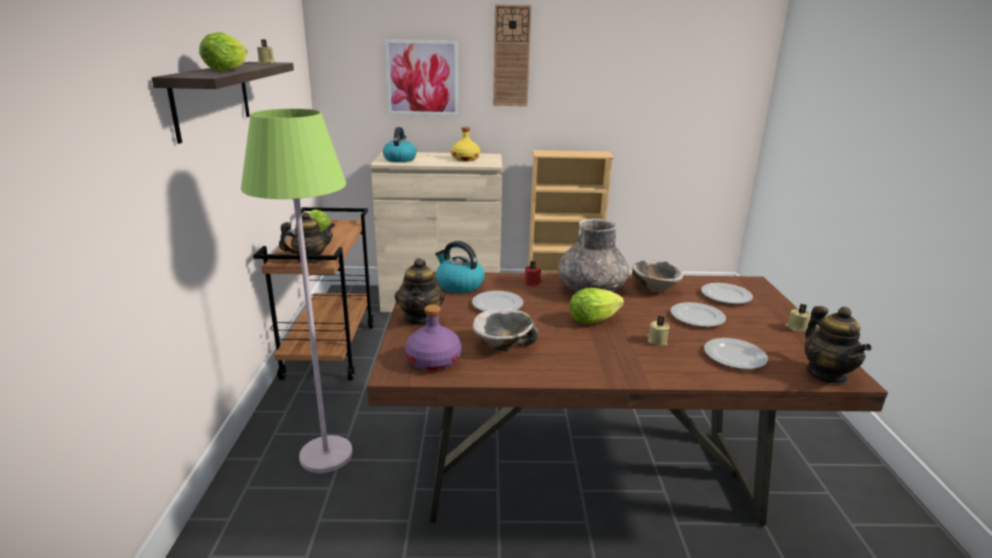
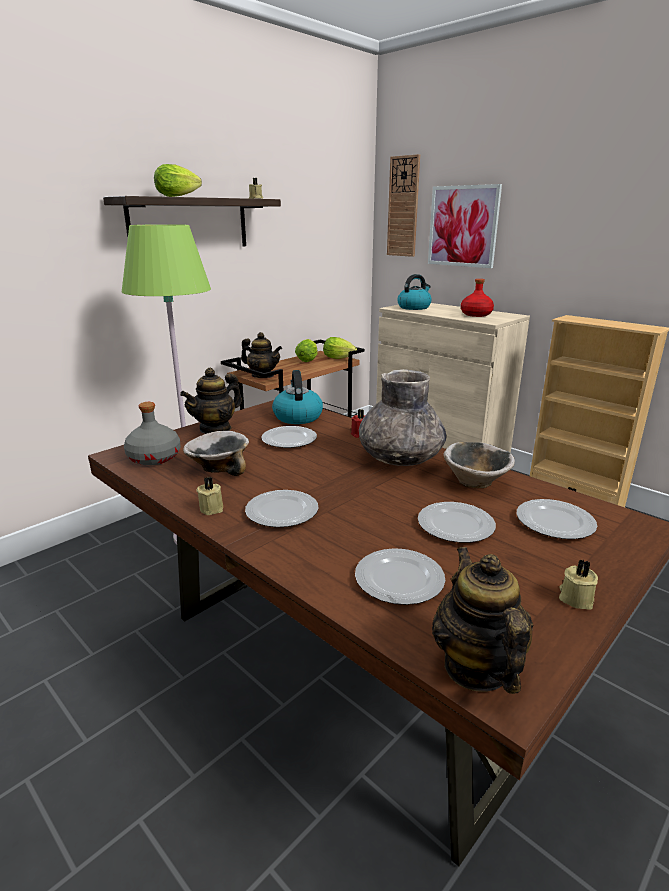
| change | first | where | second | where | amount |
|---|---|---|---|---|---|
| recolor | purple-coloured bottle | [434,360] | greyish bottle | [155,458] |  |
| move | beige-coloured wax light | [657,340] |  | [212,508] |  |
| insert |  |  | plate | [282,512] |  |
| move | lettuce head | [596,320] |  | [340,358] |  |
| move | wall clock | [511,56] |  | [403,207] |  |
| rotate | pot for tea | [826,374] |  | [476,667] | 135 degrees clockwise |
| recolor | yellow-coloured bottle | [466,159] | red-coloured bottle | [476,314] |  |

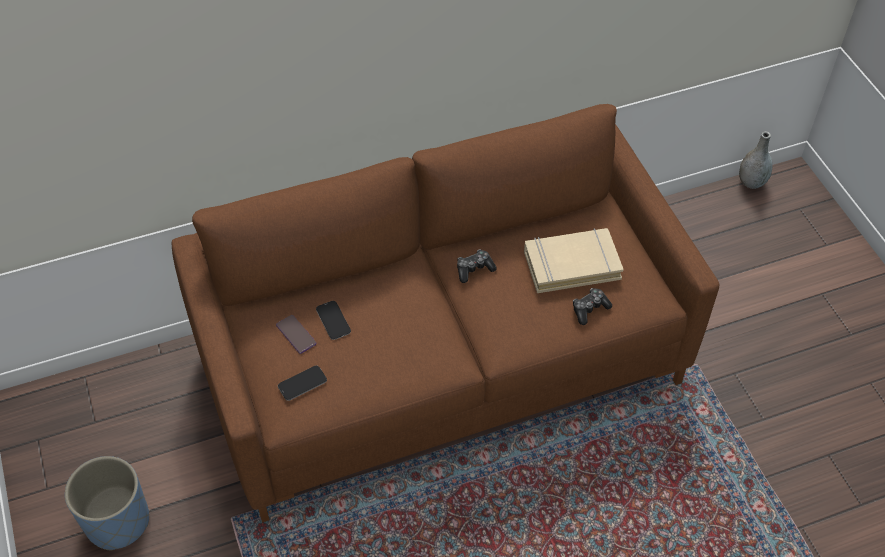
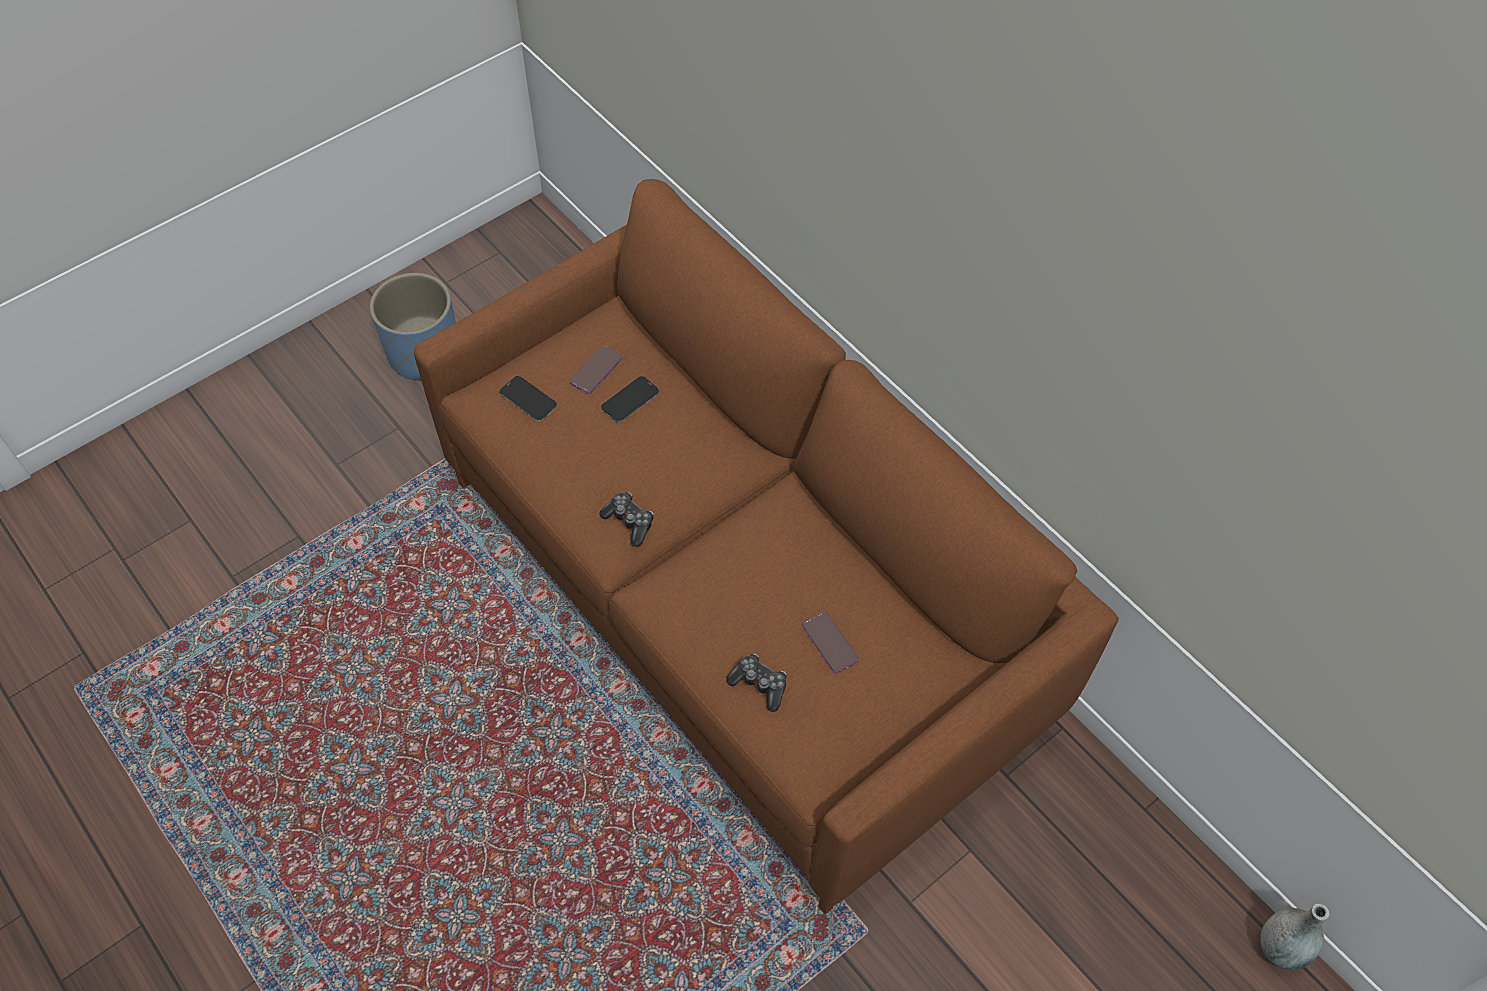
| change | first | where | second | where | amount |
|---|---|---|---|---|---|
| move | joypad | [474,269] |  | [629,522] |  |
| replace | beige-coloured book | [571,264] | phone | [830,642] |  |

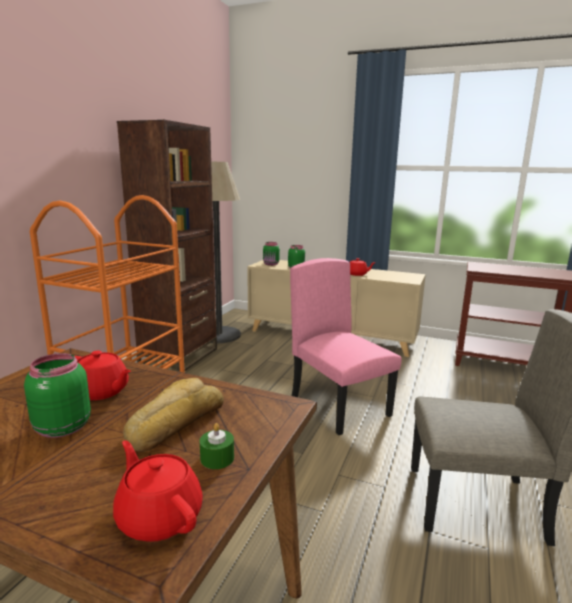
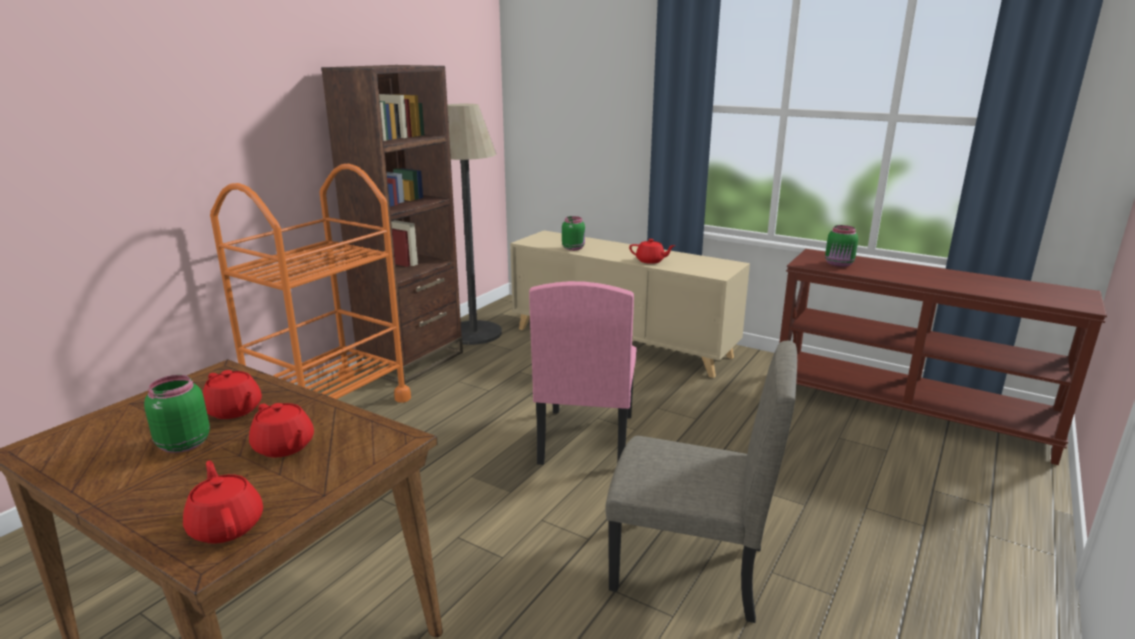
| change | first | where | second | where | amount |
|---|---|---|---|---|---|
| replace | bakery bread | [174,423] | red-coloured pot for tea | [284,447] |  |
| rotate | pink-coloured upright chair | [340,406] |  | [585,439] | 150 degrees counterclockwise |
| move | greenish preserve jar | [271,264] |  | [839,264] |  |
| delete | greenish wax light | [217,458] |  |  |  |

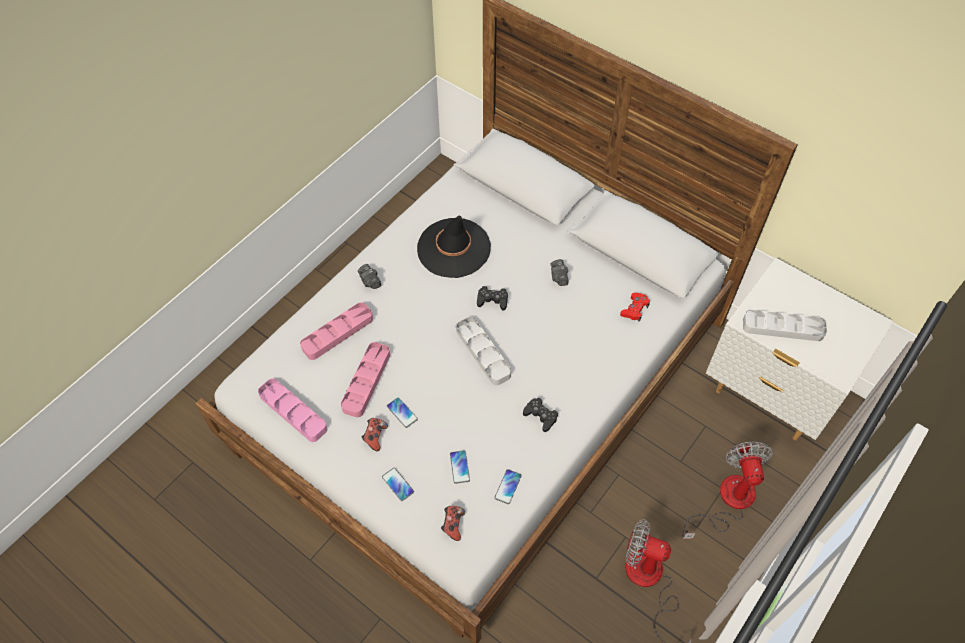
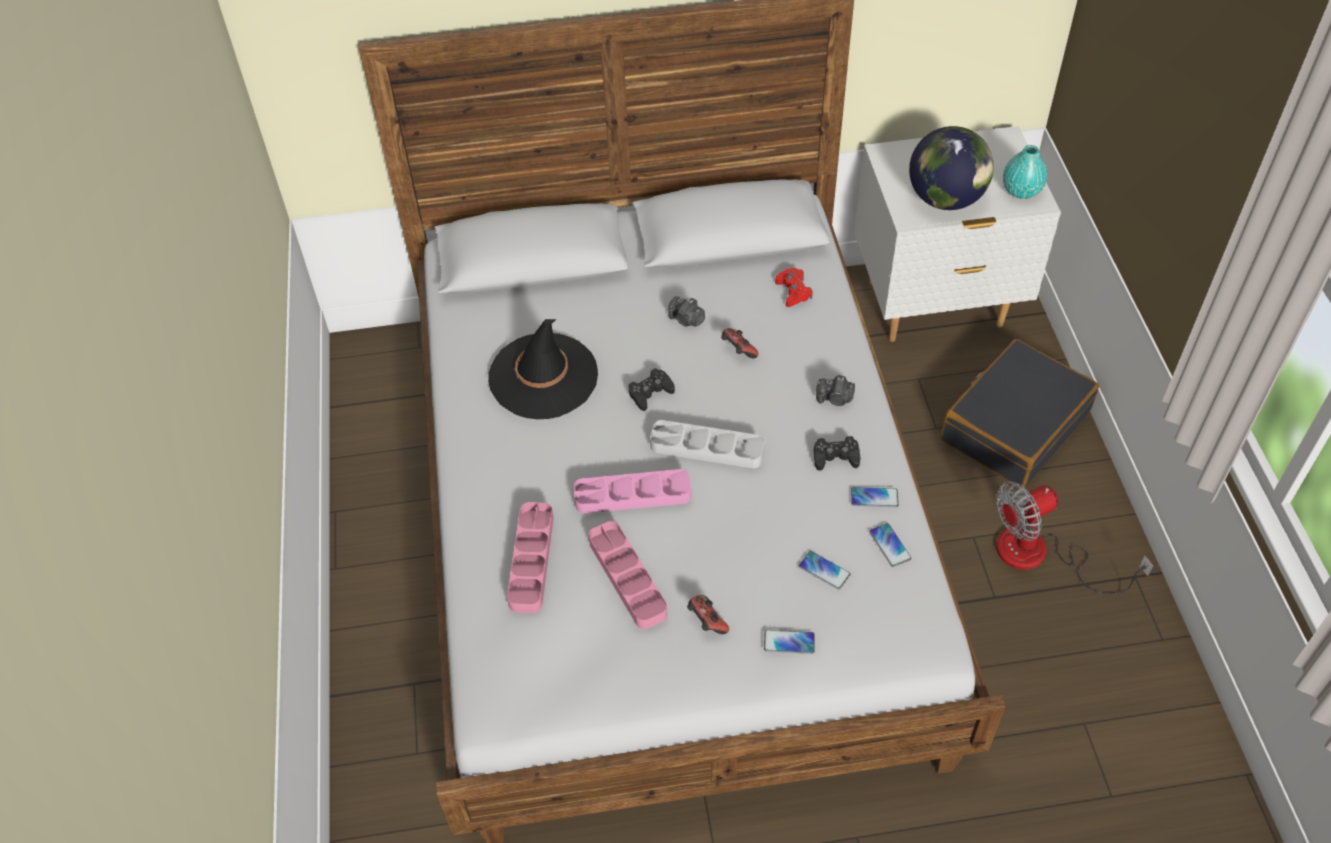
| change | first | where | second | where | amount |
|---|---|---|---|---|---|
| move | pink-coloured carrying tray | [293,412] |  | [633,495] |  |
| move | joypad | [453,525] |  | [738,351] |  |
| move | photo camera | [370,281] |  | [835,399] |  |
| move | phone | [402,413] |  | [874,498] |  |
| replace | greyish carrying tray | [783,328] | globe | [946,199] |  |
| replace | fan | [728,501] | blackish piece of luggage | [1014,426] |  |
| insert |  |  | turquoise-coloured vase | [1021,191] |  |

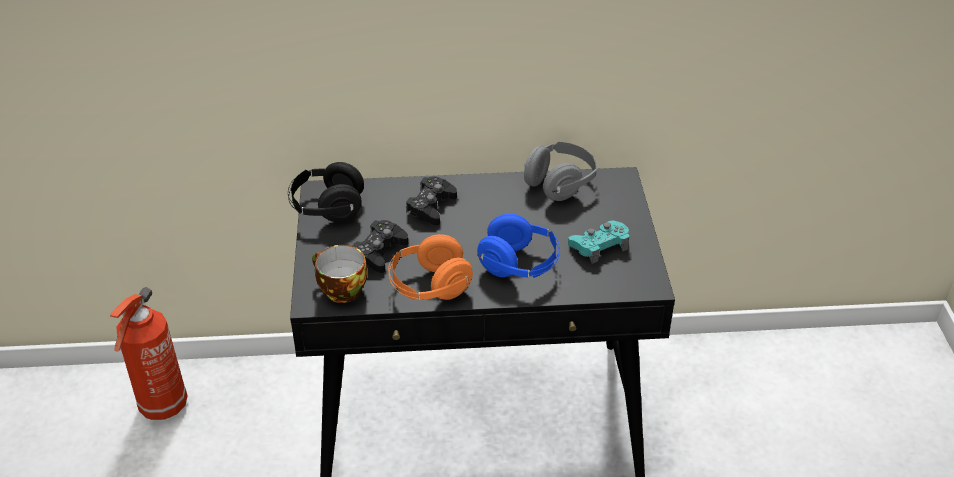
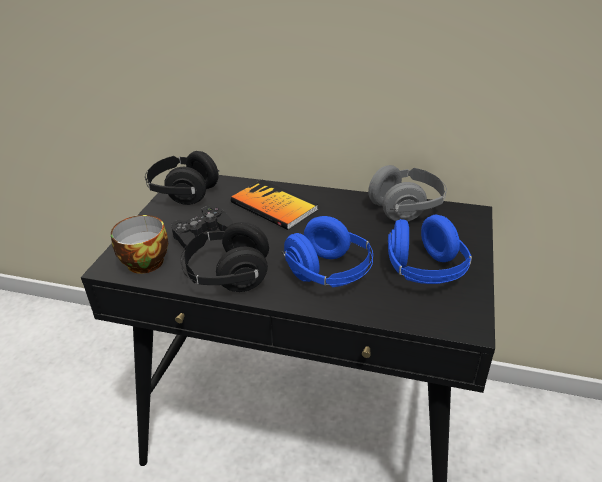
| change | first | where | second | where | amount |
|---|---|---|---|---|---|
| recolor | orange headset | [429,287] | blackish headset | [227,276] |  |
| replace | blackish joypad | [431,206] | book | [274,206] |  |
| replace | turquoise-coloured joypad | [599,246] | blue headset | [424,271] |  |
| delete | fire-fighting cylinder | [162,407] |  |  |  |

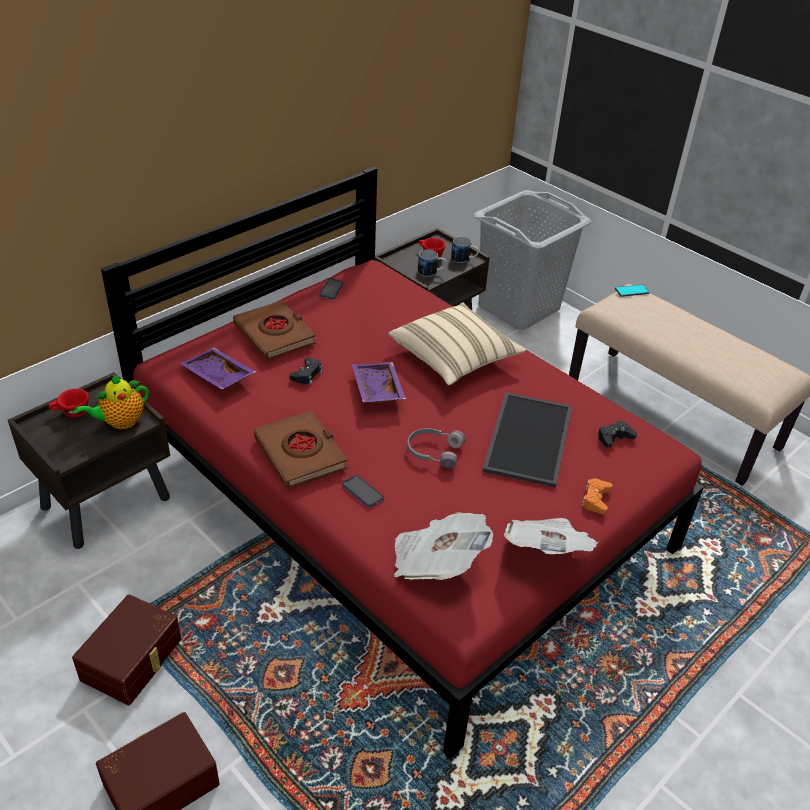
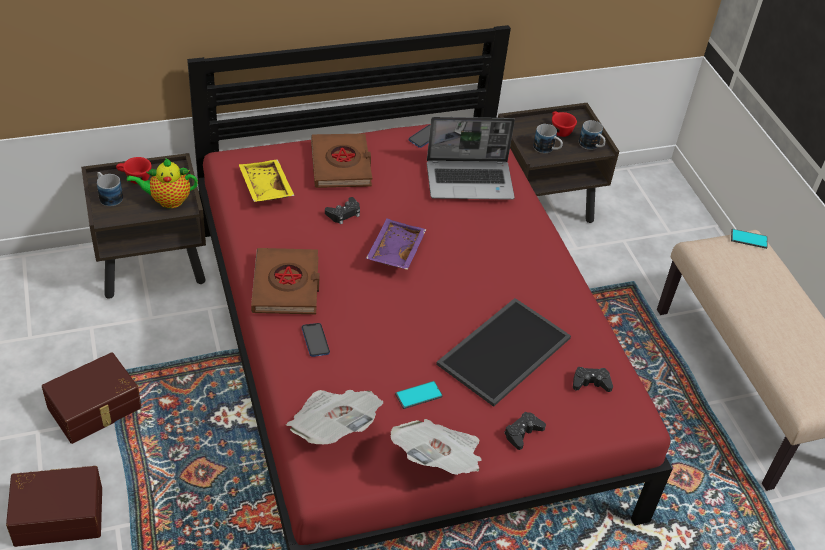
| change | first | where | second | where | amount |
|---|---|---|---|---|---|
| insert |  |  | mug | [108,196] |  |
| recolor | purple-coloured carrying tray | [217,377] | yellow-coloured carrying tray | [264,188] |  |
| insert |  |  | phone | [418,395] |  |
| insert |  |  | notebook computer | [470,181] |  |
| recolor | orange joypad | [595,499] | blackish joypad | [522,433] |  |
| delete | beige-coloured throw pillow | [454,358] |  |  |  |
| delete | greyish headset | [434,451] |  |  |  |
| delete | greyish laundry basket | [519,308] |  |  |  |

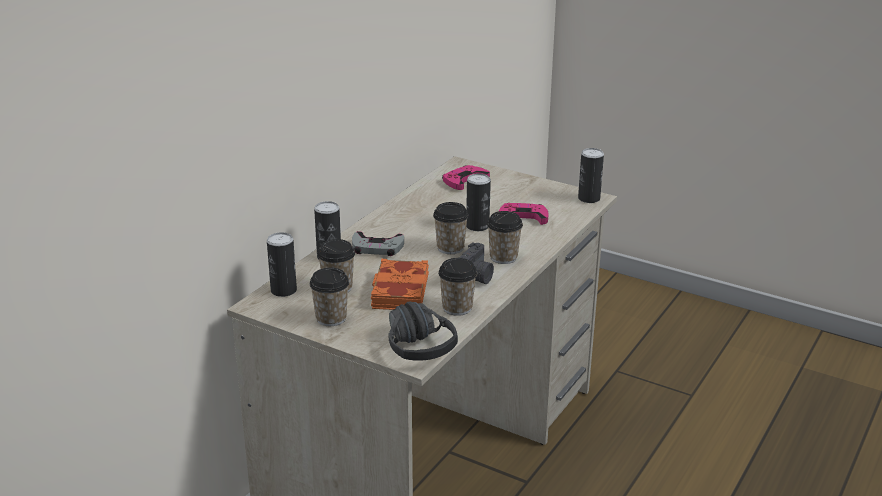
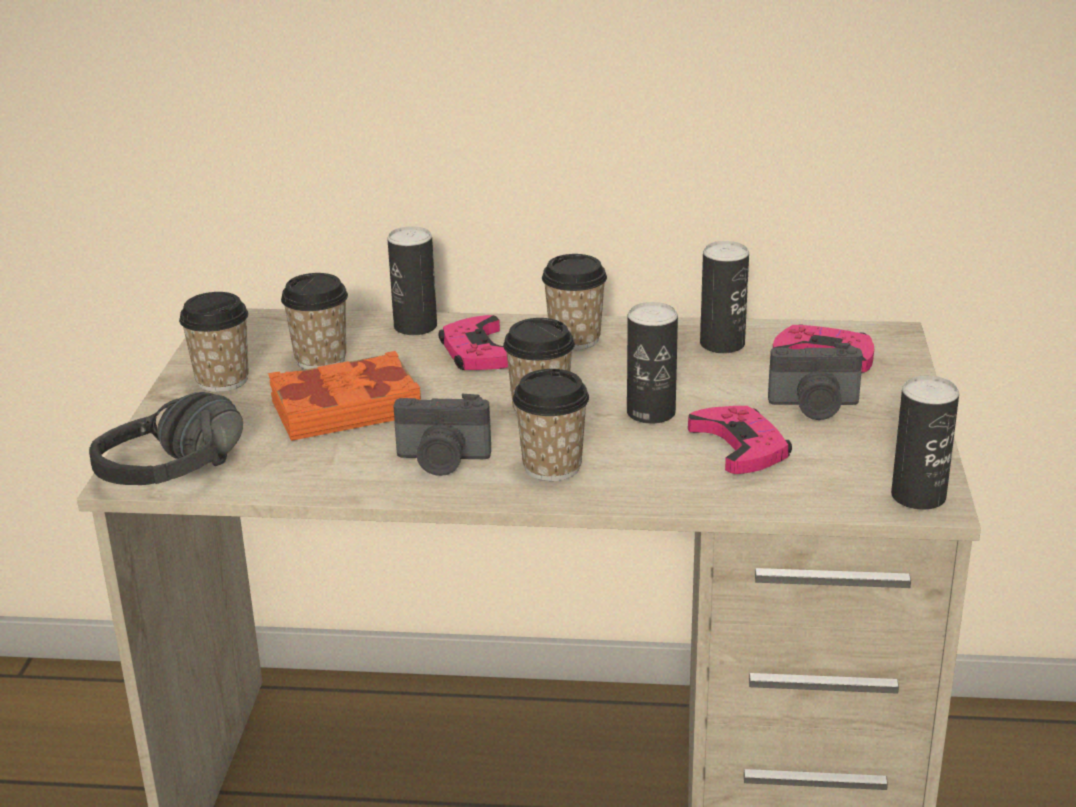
| change | first | where | second | where | amount |
|---|---|---|---|---|---|
| recolor | greyish joypad | [377,248] | pink-coloured joypad | [479,352] |  |
| move | small cup | [457,308] |  | [575,339] |  |
| move | can | [283,290] |  | [722,344] |  |
| insert |  |  | photo camera | [814,407] |  |

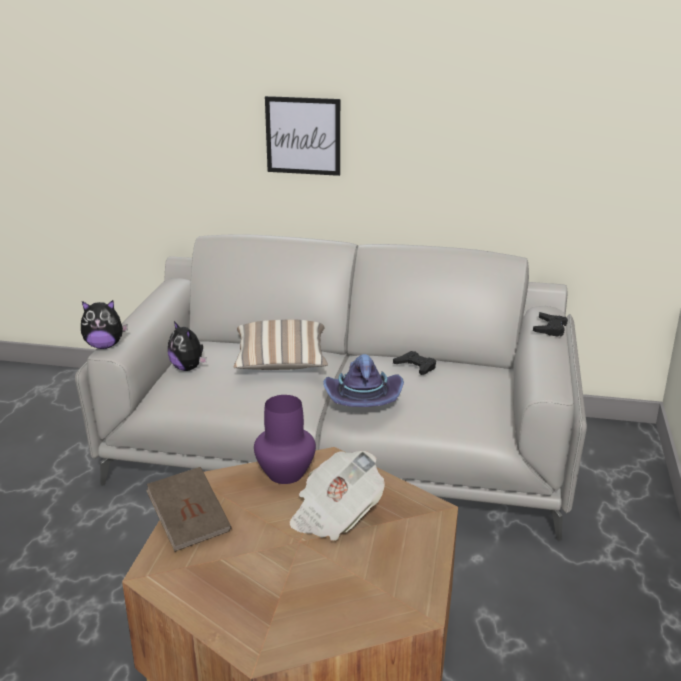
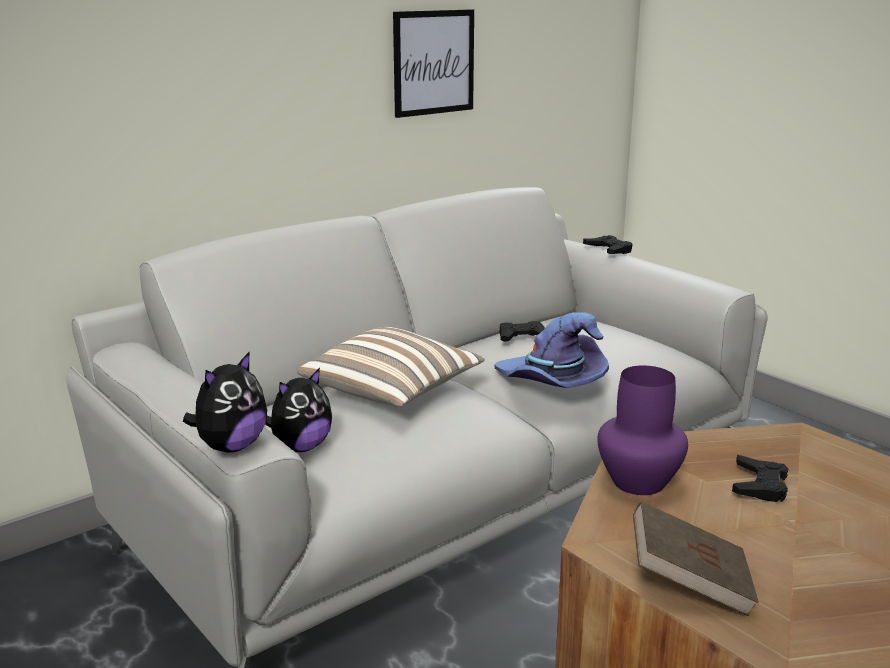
| change | first | where | second | where | amount |
|---|---|---|---|---|---|
| rotate | cuddly toy | [188,368] |  | [300,447] | 45 degrees counterclockwise |
| move | wall picture | [303,136] |  | [433,62] |  |
| replace | daily paper | [335,515] | blackish joypad | [759,485] |  |

